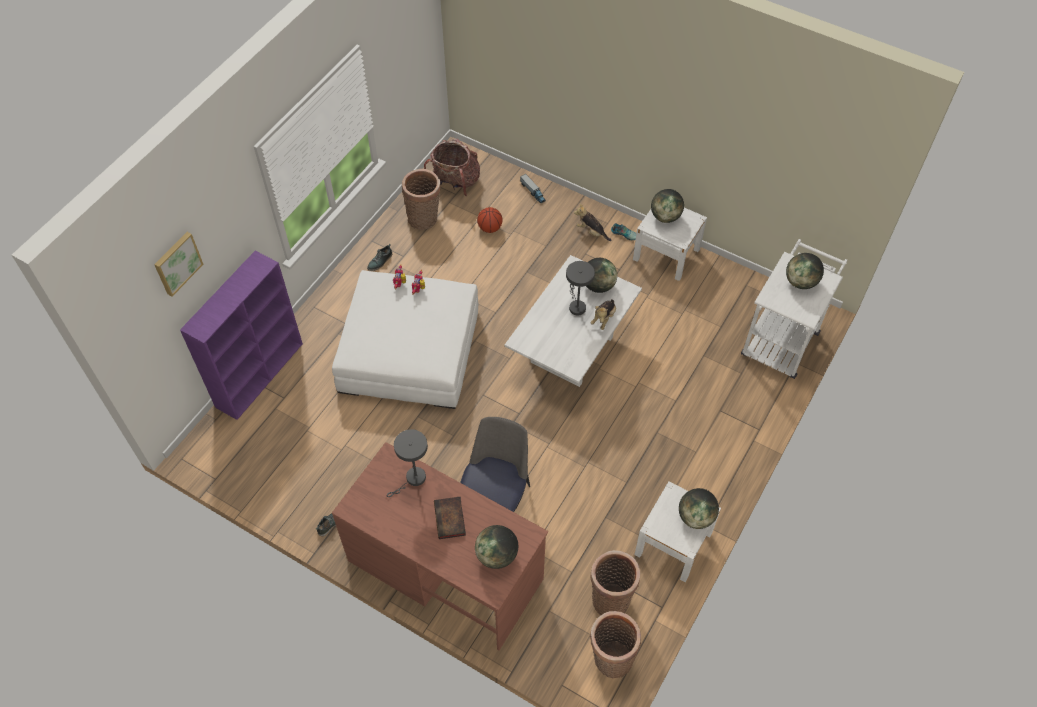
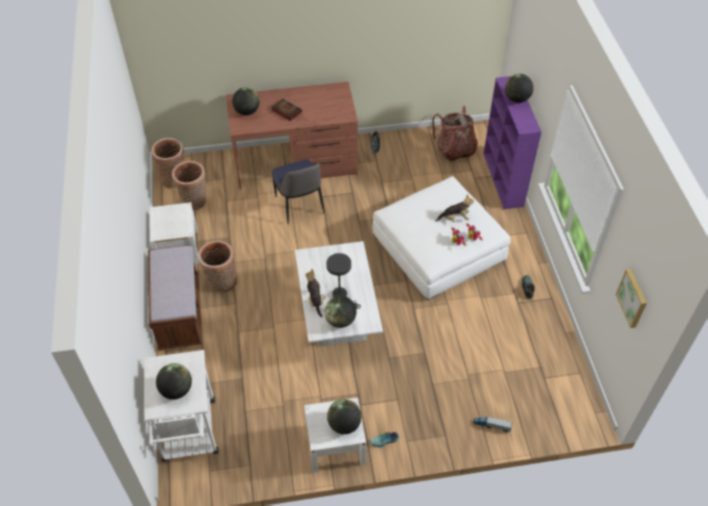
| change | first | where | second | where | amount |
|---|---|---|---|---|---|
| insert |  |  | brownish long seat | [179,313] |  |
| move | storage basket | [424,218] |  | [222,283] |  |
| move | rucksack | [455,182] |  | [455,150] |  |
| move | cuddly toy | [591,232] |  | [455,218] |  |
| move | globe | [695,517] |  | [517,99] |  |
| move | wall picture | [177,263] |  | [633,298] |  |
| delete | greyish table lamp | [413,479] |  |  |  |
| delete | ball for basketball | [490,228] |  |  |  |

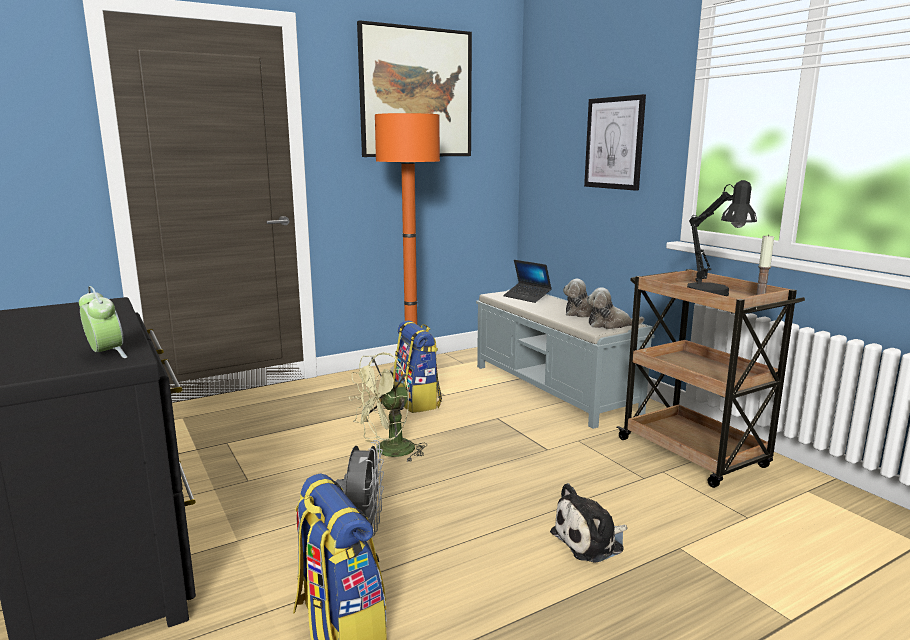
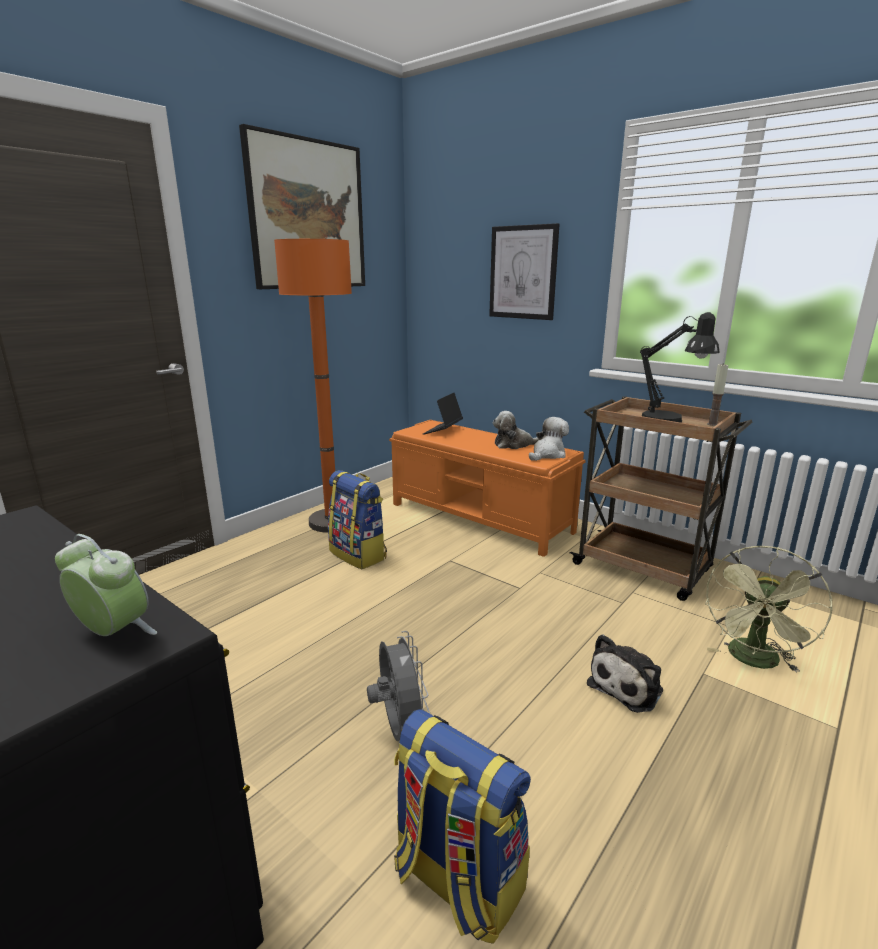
| change | first | where | second | where | amount |
|---|---|---|---|---|---|
| recolor | greyish long seat | [554,388] | orange long seat | [481,518] |  |
| rotate | notebook computer | [527,297] |  | [443,431] | 90 degrees clockwise |
| rotate | cuddly toy | [610,325] |  | [548,454] | 150 degrees clockwise |
| move | greenish fan | [388,452] |  | [754,661] |  |

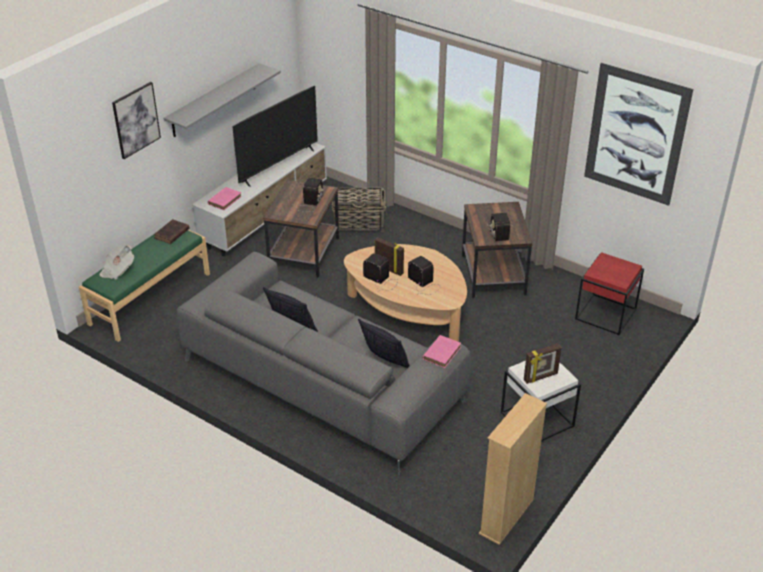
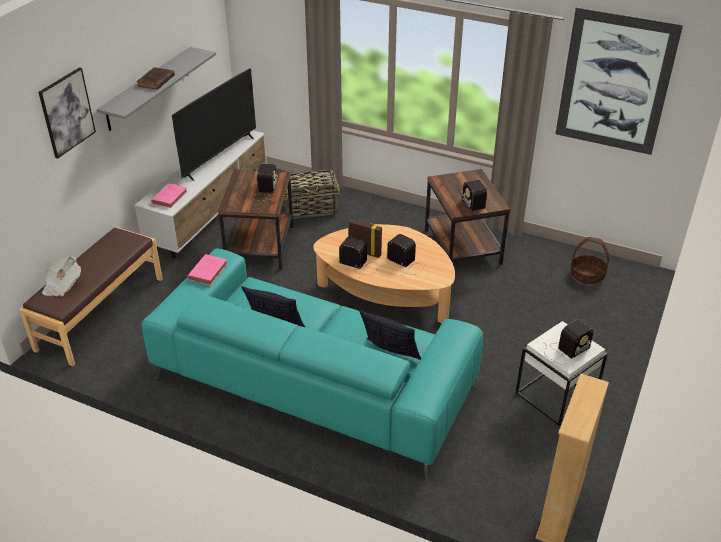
| change | first | where | second | where | amount |
|---|---|---|---|---|---|
| recolor | greenish long seat | [149,298] | brownish long seat | [100,313] |  |
| move | brownish book | [171,234] |  | [155,81] |  |
| recolor | greyish couch | [322,381] | turquoise-coloured couch | [313,382] |  |
| move | pink-coloured book | [442,352] |  | [208,271] |  |
| replace | standing frame | [541,377] | radio | [565,351] |  |
| replace | red-coloured side table | [605,314] | storage basket | [587,275] |  |

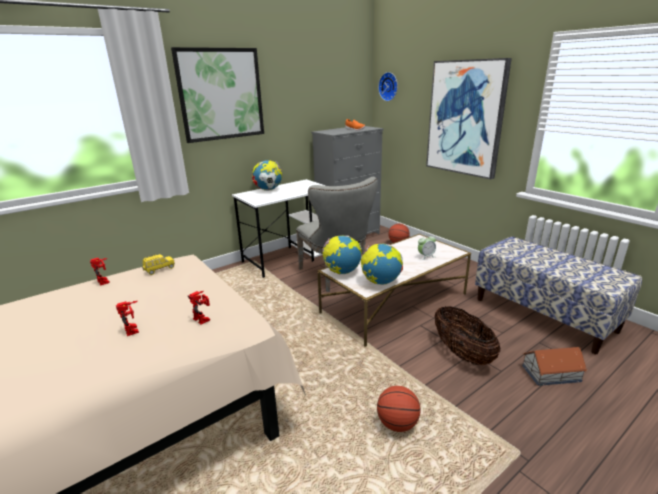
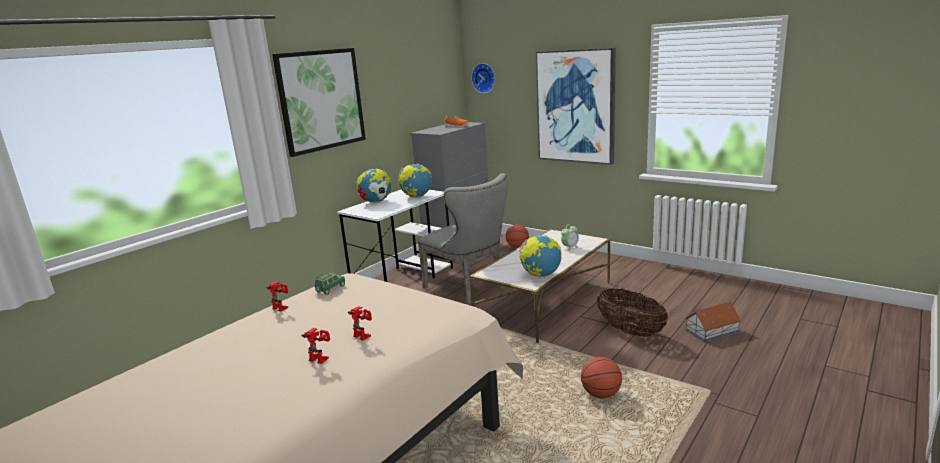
| change | first | where | second | where | amount |
|---|---|---|---|---|---|
| move | model robot | [204,319] |  | [321,358] |  |
| recolor | yellow-coloured miniature car | [159,269] | greenish miniature car | [330,289] |  |
| move | globe | [342,272] |  | [417,197] |  |
| delete | long seat | [543,314] |  |  |  |

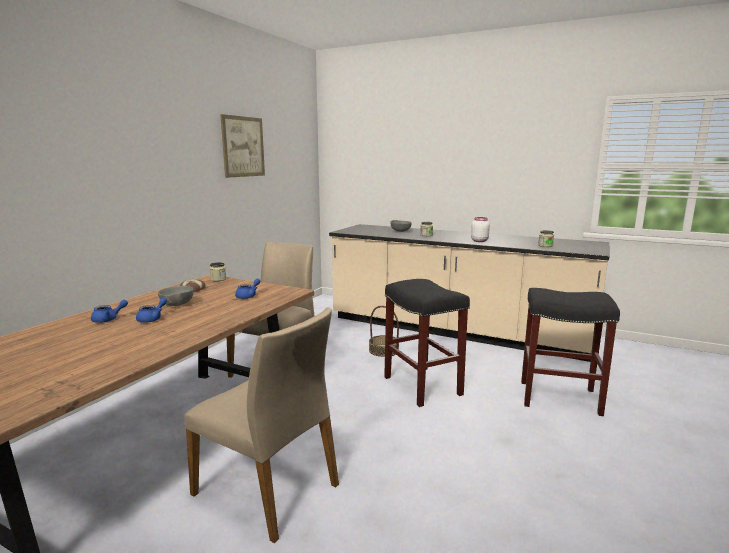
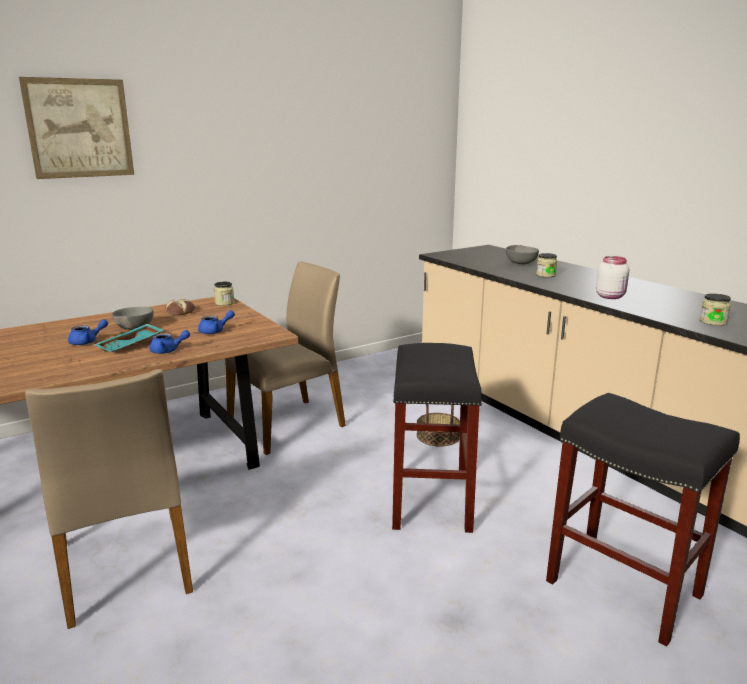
| change | first | where | second | where | amount |
|---|---|---|---|---|---|
| move | wall picture | [243,146] |  | [79,128] |  |
| insert |  |  | turquoise-coloured carrying tray | [131,346] |  |
| move | blue pot for tea | [108,319] |  | [168,351] |  |

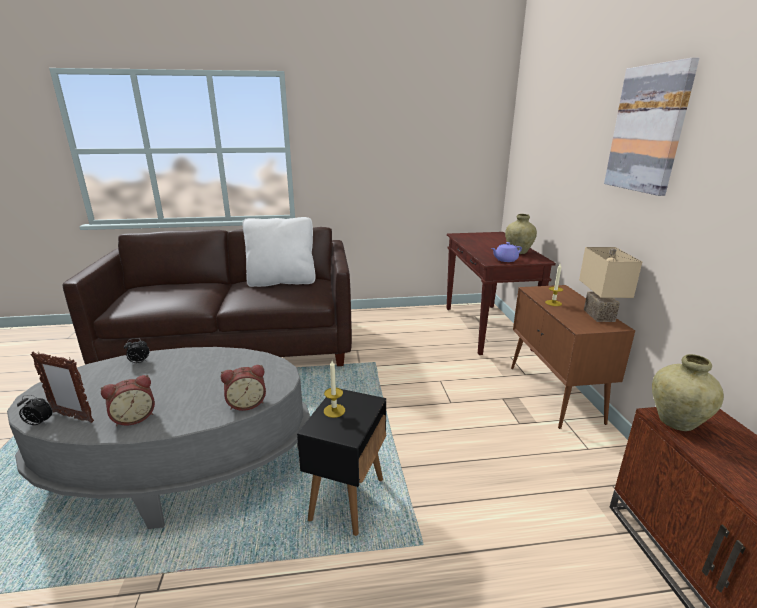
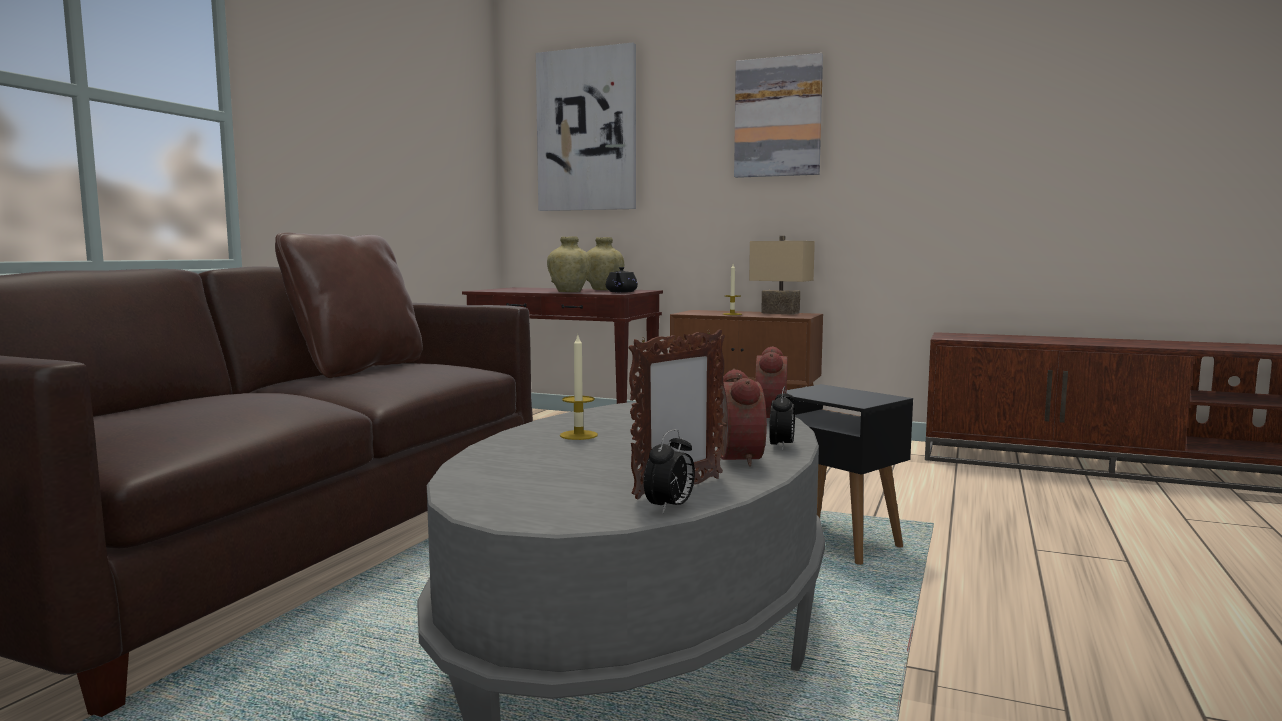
| change | first | where | second | where | amount |
|---|---|---|---|---|---|
| recolor | white-coloured throw pillow | [282,282] | brownish throw pillow | [357,368] |  |
| insert |  |  | wall picture | [587,130] |  |
| move | beige-coloured vase | [676,421] |  | [569,292] |  |
| move | wax light | [334,410] |  | [578,435] |  |
| recolor | purple-coloured pot for tea | [505,260] | blackish pot for tea | [621,292] |  |
| move | table clock | [139,362] |  | [782,446] |  |

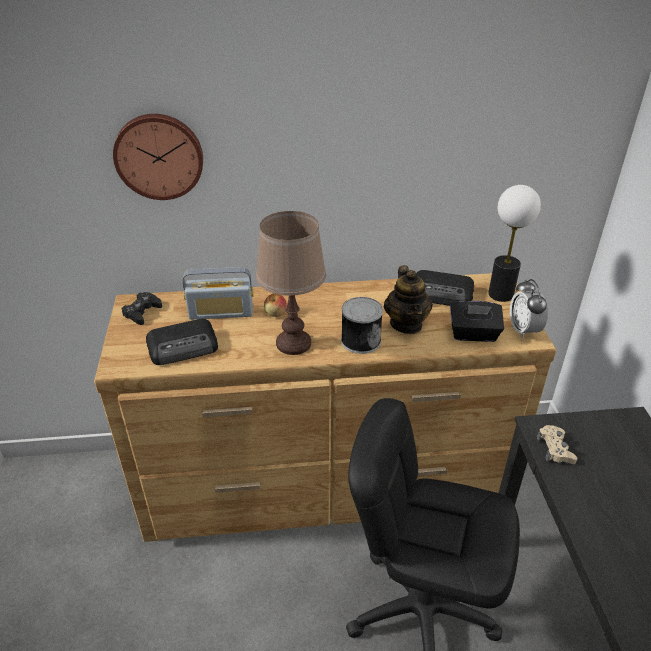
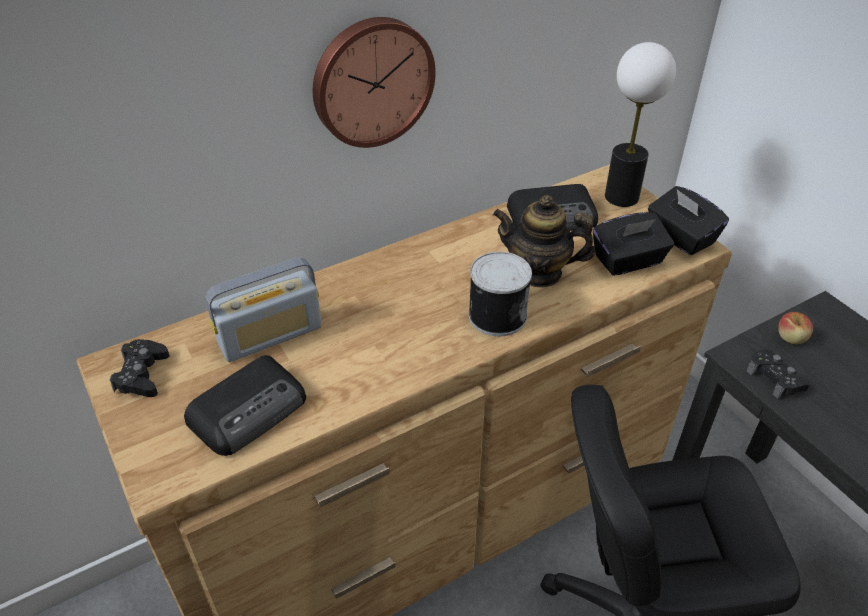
| change | first | where | second | where | amount |
|---|---|---|---|---|---|
| move | wall clock | [159,156] |  | [371,81] |  |
| rotate | pot for tea | [406,324] |  | [538,272] | 135 degrees clockwise |
| replace | table clock | [523,330] | blackish tissue holder | [680,237] |  |
| recolor | beige-coloured joypad | [555,449] | blackish joypad | [775,378] |  |
| move | apple | [275,313] |  | [791,338] |  |
| delete | brownish table lamp | [293,344] |  |  |  |

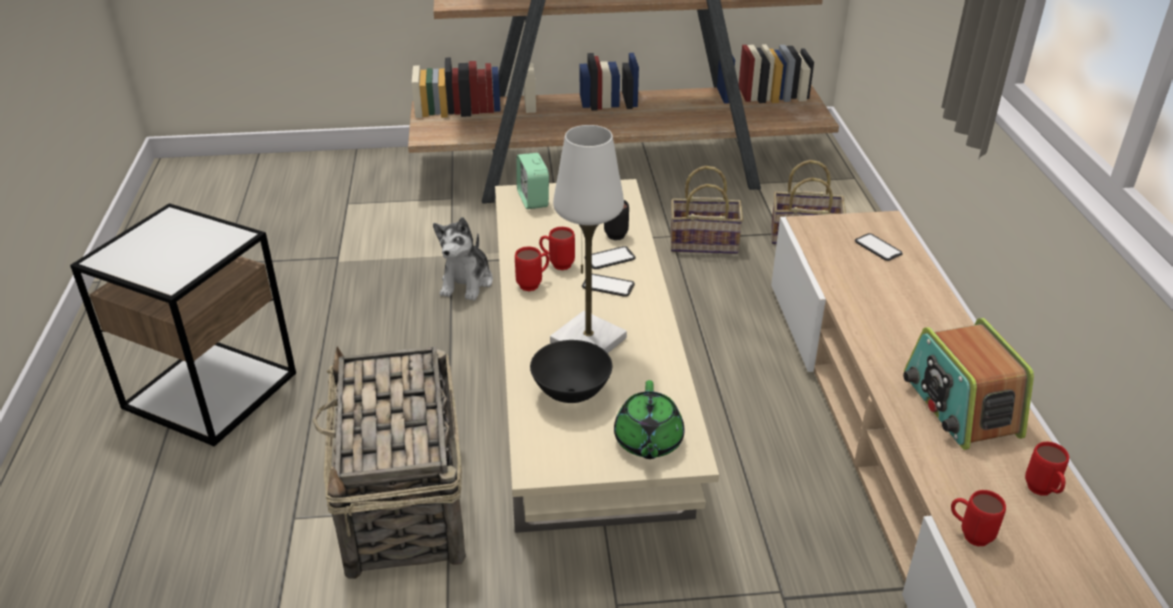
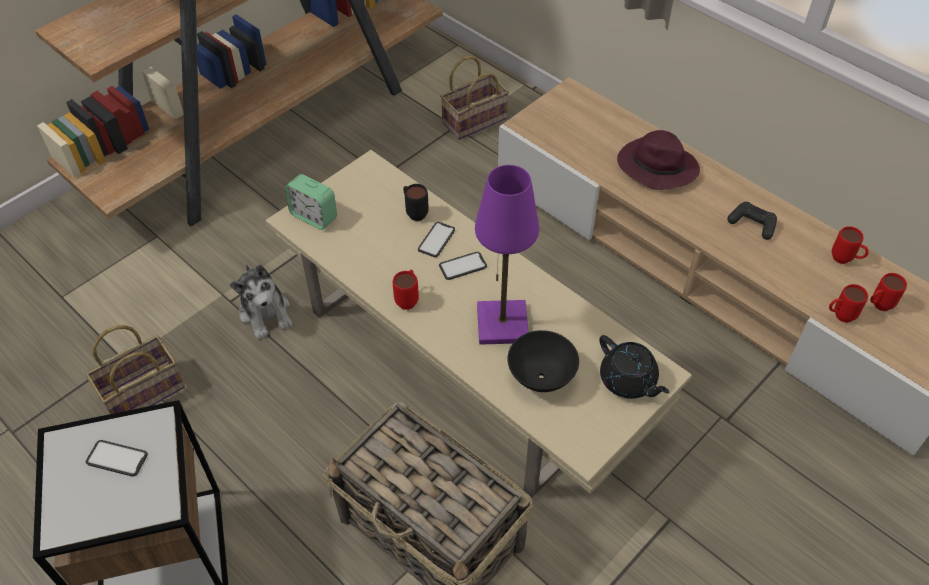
| change | first | where | second | where | amount |
|---|---|---|---|---|---|
| move | storage basket | [705,242] |  | [144,390] |  |
| move | phone | [878,248] |  | [117,458] |  |
| recolor | white-coloured table lamp | [588,340] | purple-coloured table lamp | [502,324] |  |
| recolor | greenish pot for tea | [648,442] | blackish pot for tea | [628,381] |  |
| insert |  |  | purple-coloured clothing hat | [655,167] |  |
| replace | radio | [960,406] | blackish joypad | [752,224] |  |
| move | red-coloured mug | [557,264] |  | [877,306] |  |

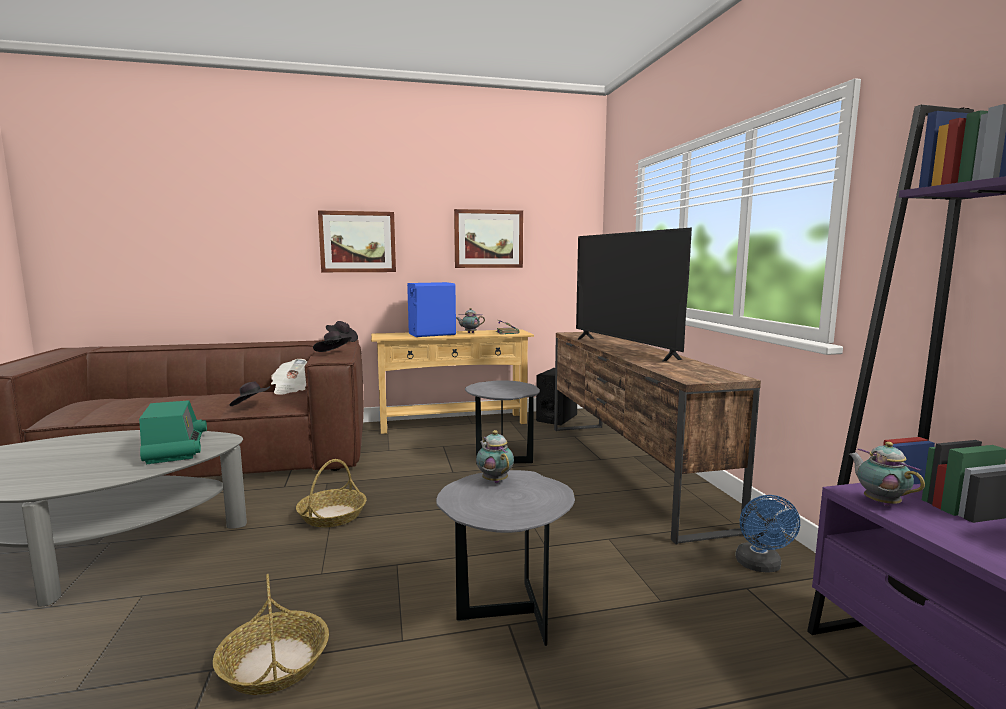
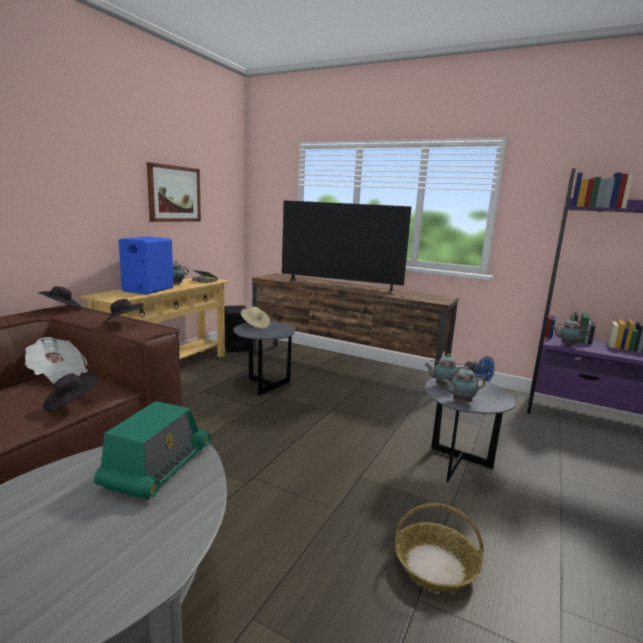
| change | first | where | second | where | amount |
|---|---|---|---|---|---|
| rotate | radio | [175,449] |  | [157,467] | 90 degrees clockwise |
| insert |  |  | beige-coloured clothing hat | [254,325] |  |
| insert |  |  | pot for tea | [460,402] |  |
| delete | storage basket | [332,516] |  |  |  |
| delete | wall picture | [358,242] |  |  |  |

